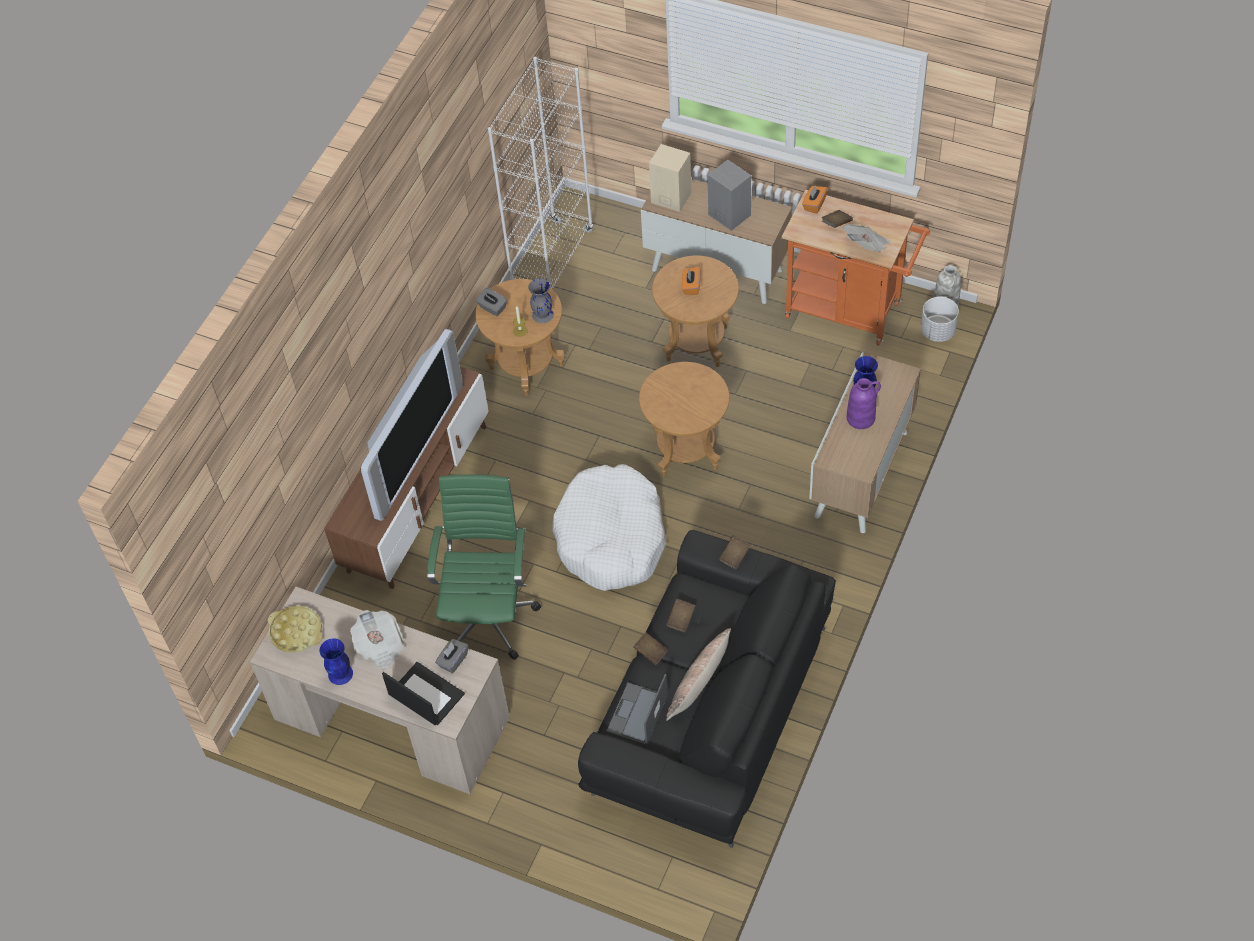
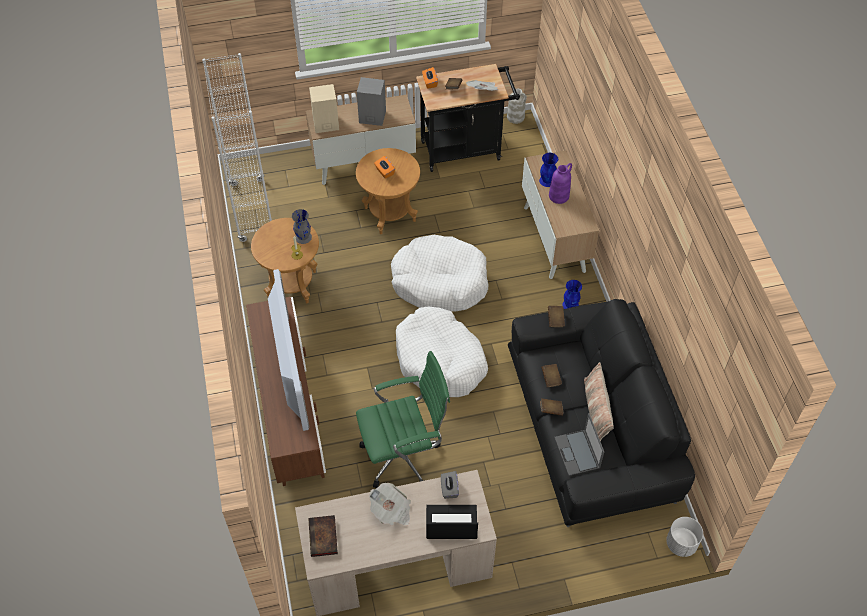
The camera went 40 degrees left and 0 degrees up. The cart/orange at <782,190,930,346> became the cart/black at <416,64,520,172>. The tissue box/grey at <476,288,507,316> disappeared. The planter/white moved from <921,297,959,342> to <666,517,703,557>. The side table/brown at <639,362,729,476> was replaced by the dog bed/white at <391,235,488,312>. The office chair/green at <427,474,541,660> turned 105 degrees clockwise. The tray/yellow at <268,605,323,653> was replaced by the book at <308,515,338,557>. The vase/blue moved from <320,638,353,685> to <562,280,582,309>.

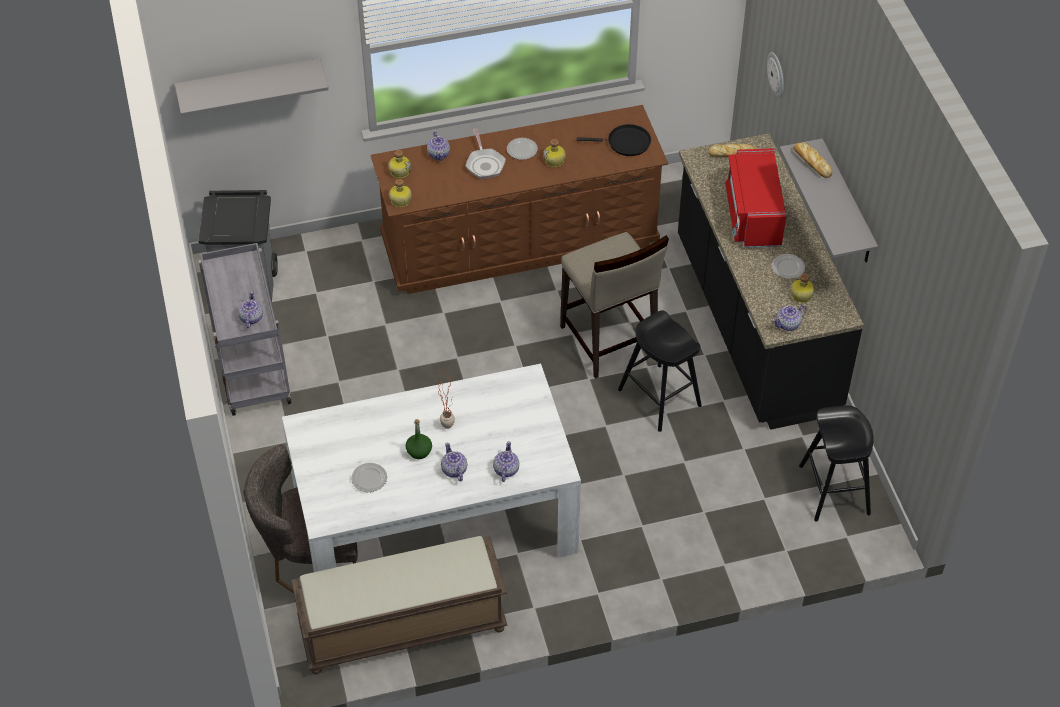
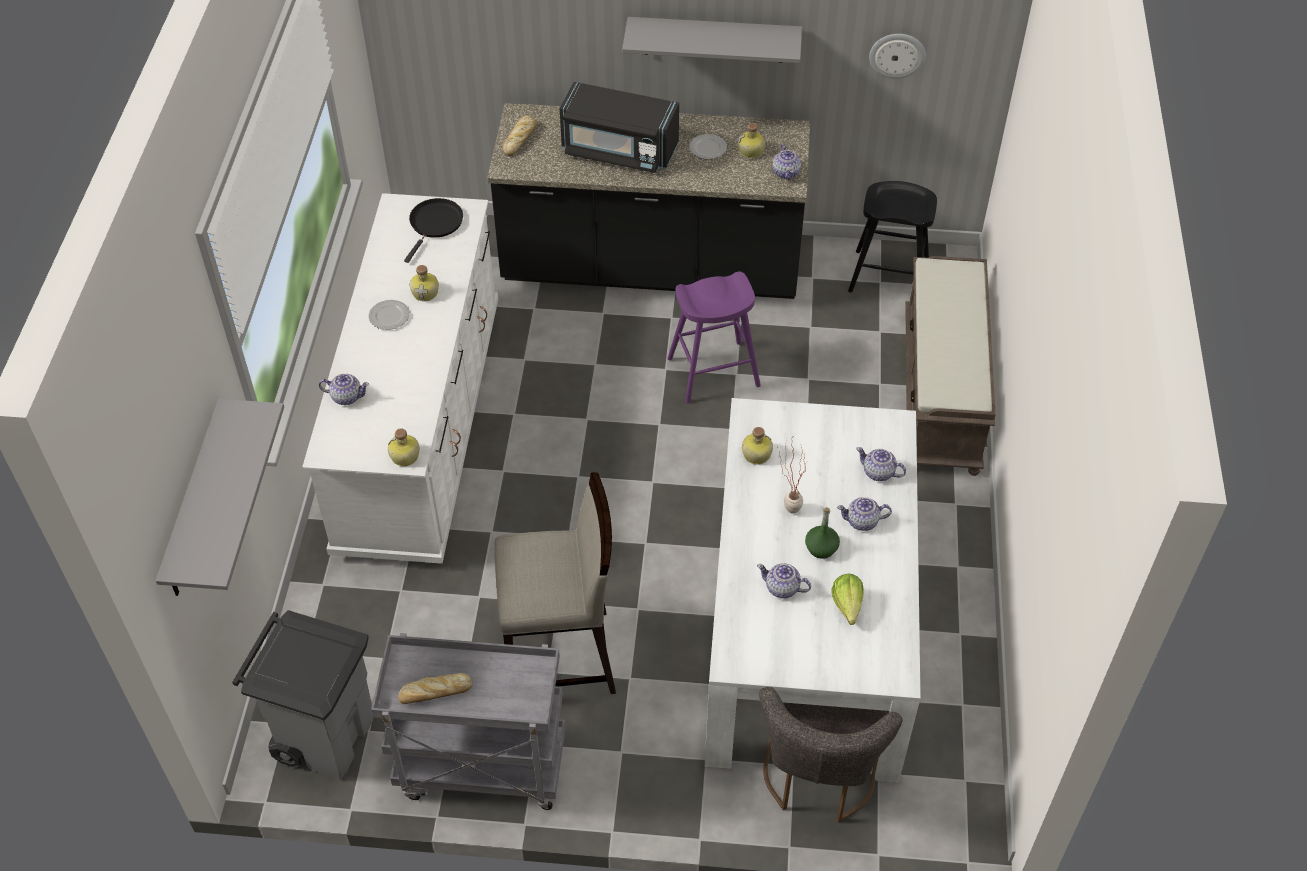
The camera went 70 degrees left and 0 degrees up. The wall clock moved from <767,52,784,98> to <869,34,926,79>. The dresser/brown at <371,105,668,294> became the dresser/white at <303,193,498,564>. The frying pan at <466,129,506,179> disappeared. The bread moved from <793,142,832,178> to <398,673,473,704>. The microwave/red at <725,148,786,248> became the microwave/black at <560,82,679,173>. The bottle moved from <388,150,411,178> to <742,427,773,465>. The stool/beige moved from <560,232,669,379> to <494,473,616,694>. The teapot moved from <238,291,263,328> to <757,563,811,598>. The stool/black at <618,310,702,432> became the stool/purple at <667,272,761,404>. The plate at <351,463,387,492> was replaced by the lettuce at <831,573,864,625>. The bench/brown moved from <291,536,507,674> to <905,256,996,476>.

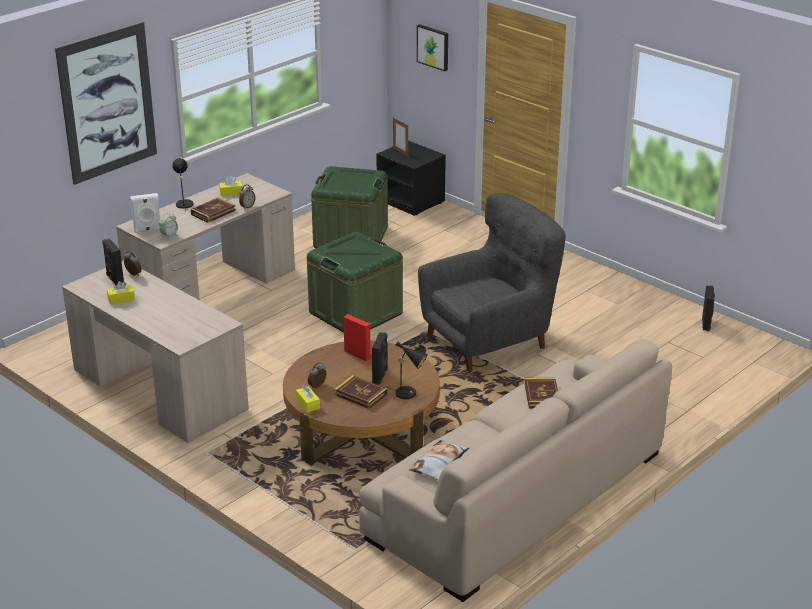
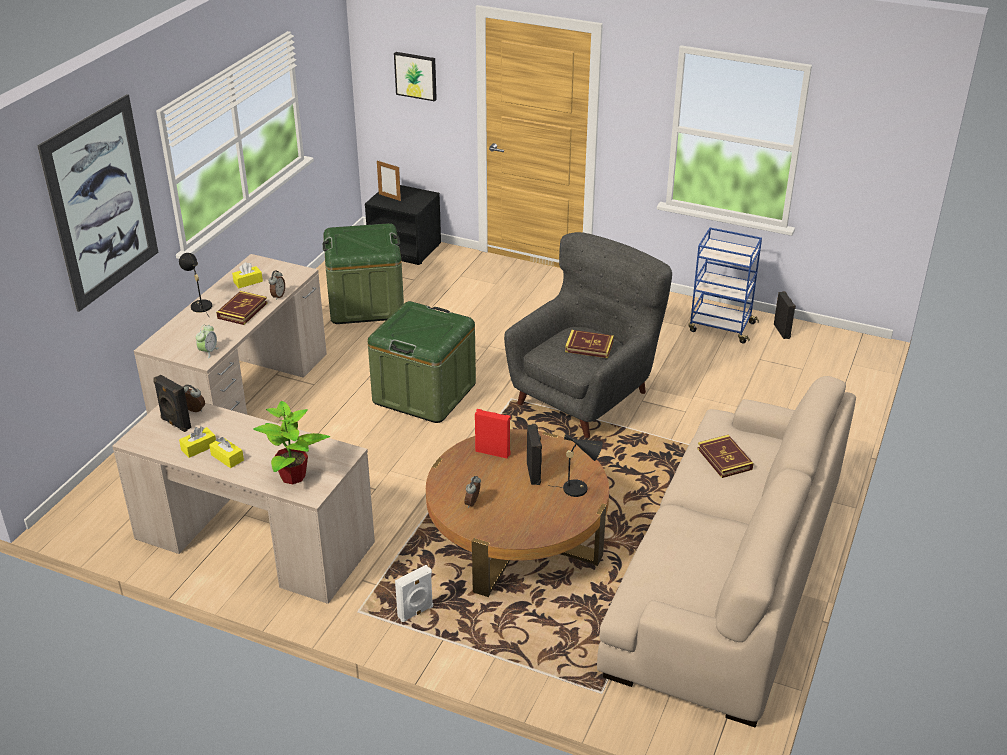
The camera went 20 degrees left and 5 degrees up. The speaker/white moved from <130,193,160,233> to <395,565,433,622>. The book moved from <334,375,387,409> to <565,330,614,358>. The tissue box/yellow moved from <296,385,320,413> to <209,437,244,468>. The pillow at <409,440,469,480> disappeared. The cart/blue at <688,228,762,343> appeared. The potted plant at <253,401,330,484> appeared.

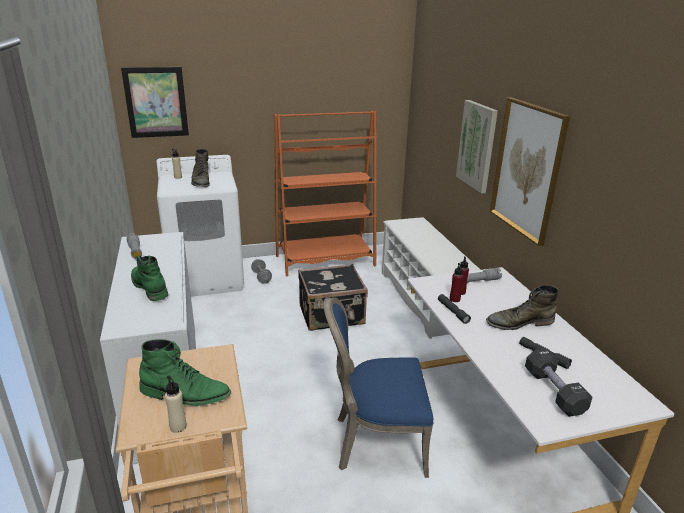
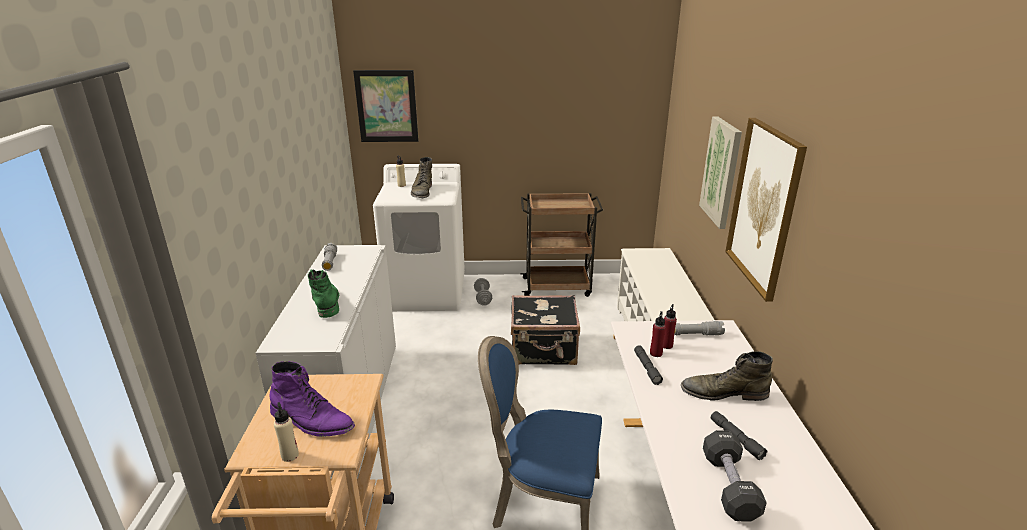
The camera went 15 degrees right and 0 degrees up. The bookcase/orange at <274,111,377,276> was replaced by the cart/brown at <520,193,603,297>. The boot/green at <139,339,231,406> became the boot/purple at <269,361,355,437>.

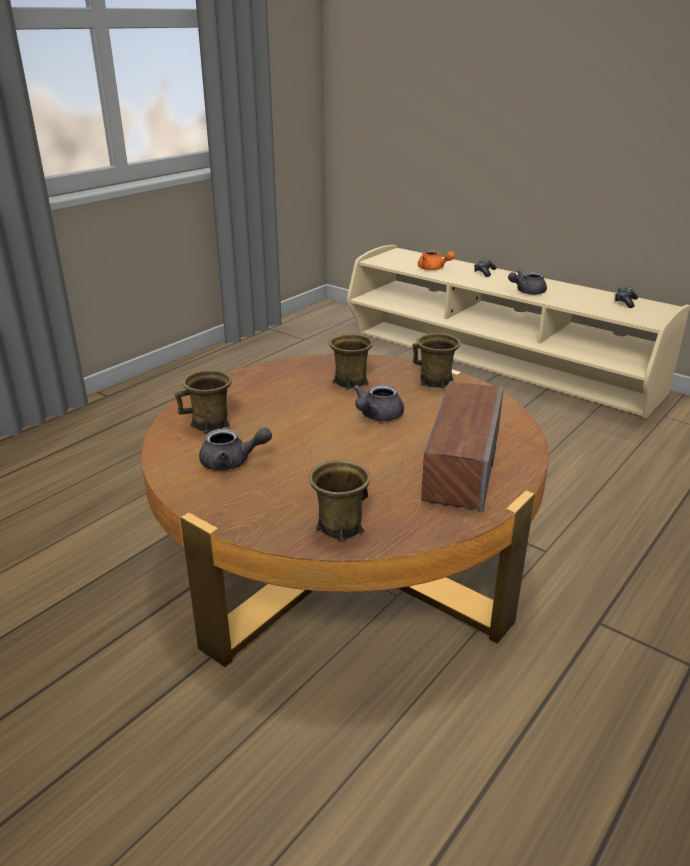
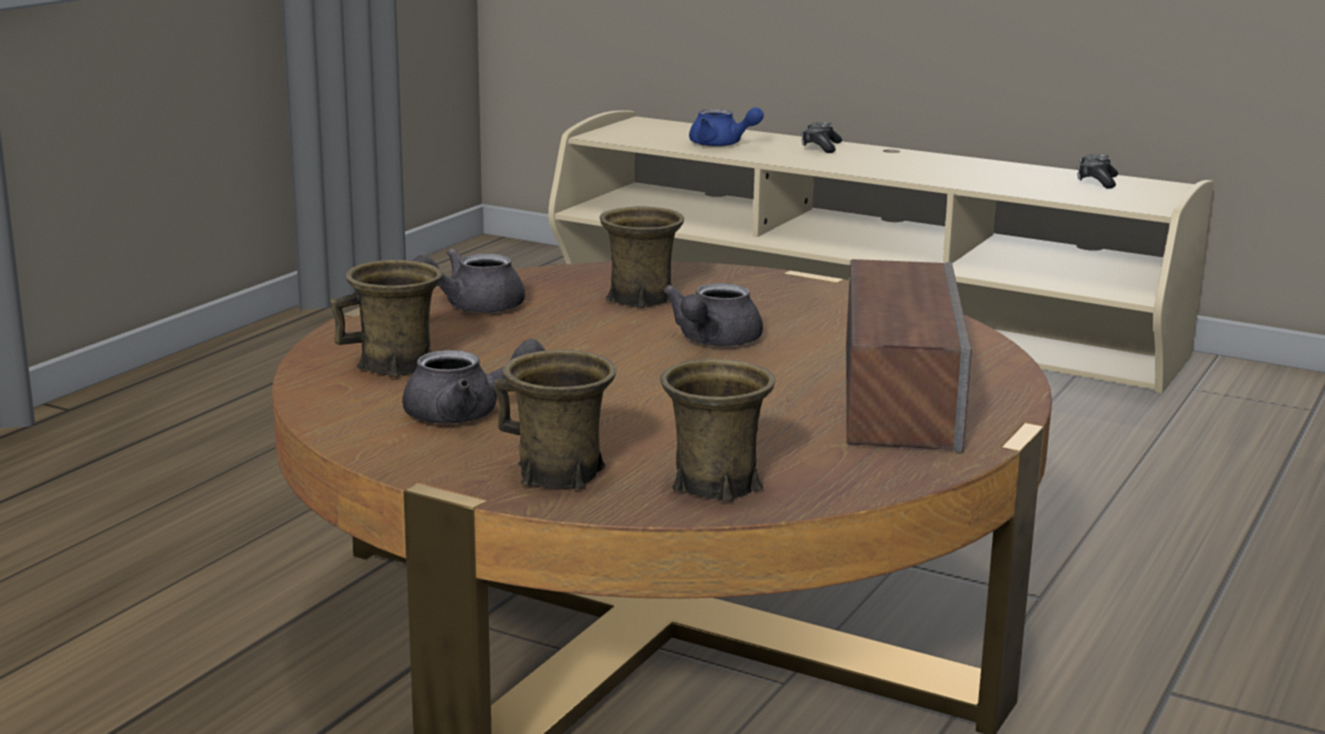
The camera went 10 degrees left and 10 degrees down. The teapot/orange at <418,250,455,270> became the teapot/blue at <689,107,764,147>. The teapot/grey moved from <508,270,547,295> to <413,249,525,313>. The mug/brown moved from <412,333,461,388> to <494,350,617,489>.

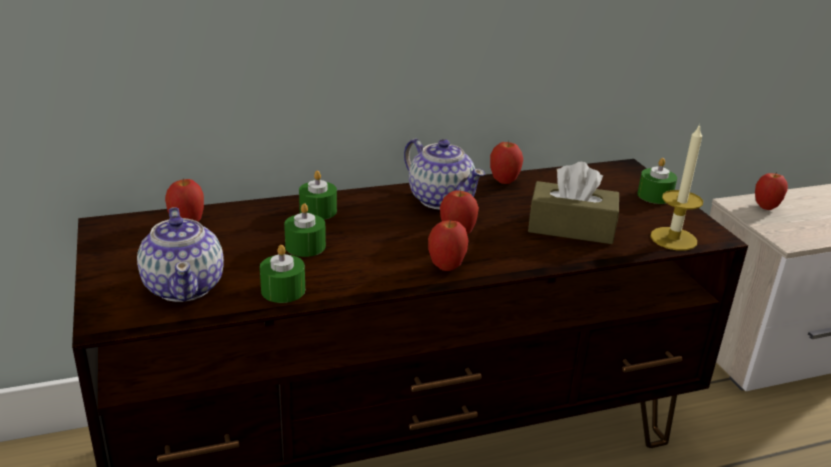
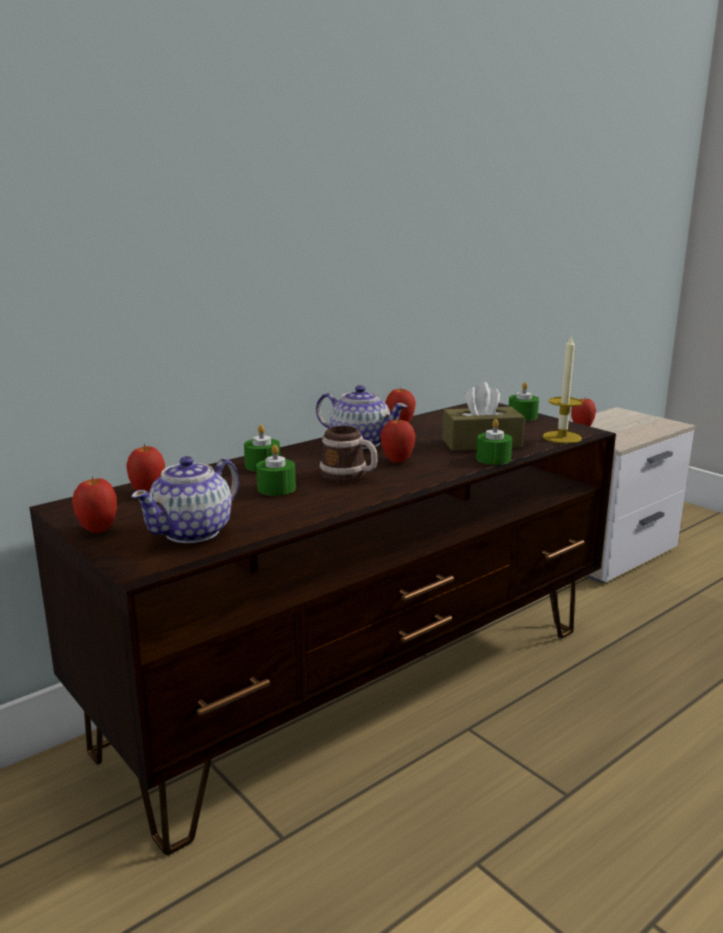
The camera went 20 degrees left and 10 degrees down. The teapot at <137,207,224,302> turned 75 degrees clockwise. The apple moved from <428,220,469,271> to <72,476,117,533>. The candle/green moved from <260,245,305,303> to <476,419,512,465>. The mug at <319,426,377,482> appeared.

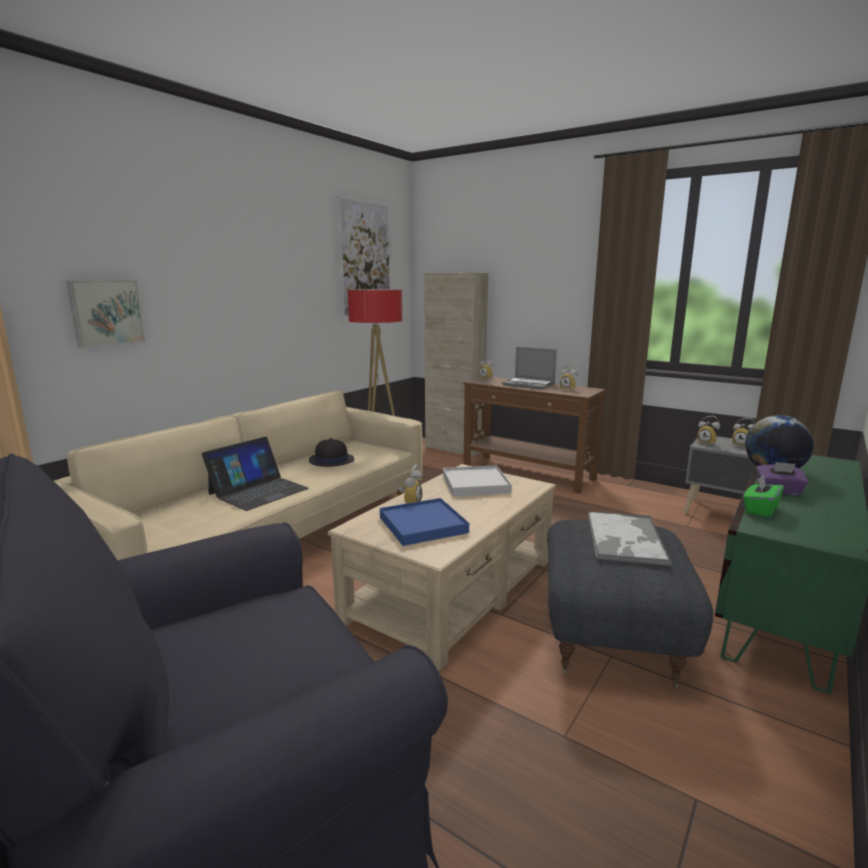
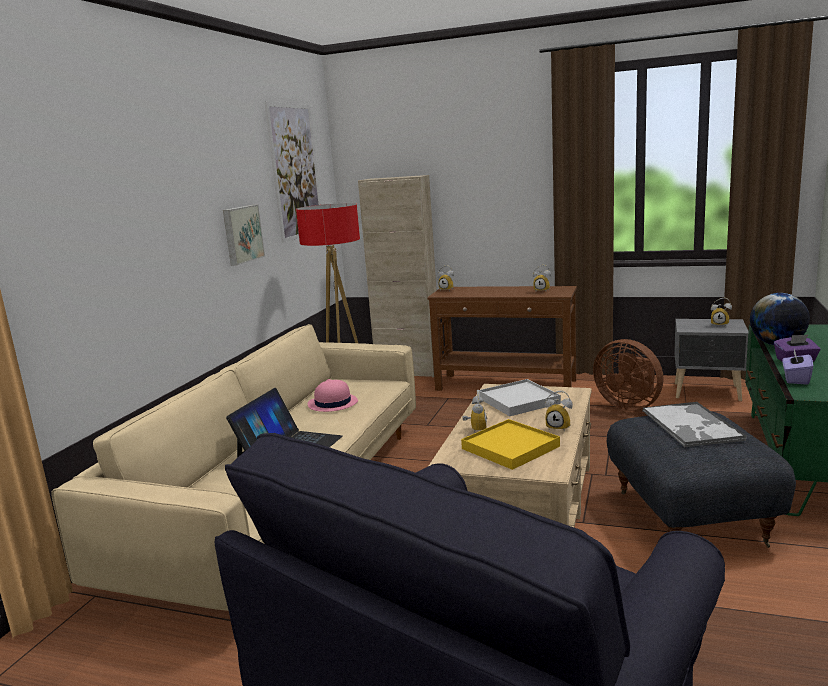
The camera went 15 degrees left and 0 degrees up. The picture moved from <66,281,145,348> to <223,205,265,266>. The laptop at <502,347,557,390> disappeared. The alarm clock moved from <697,416,720,446> to <545,391,573,432>. The hat/black at <309,438,354,467> became the hat/pink at <308,379,358,412>. The tissue box/green at <743,475,784,518> became the tissue box/purple at <782,349,813,385>. The tray/blue at <380,498,469,546> became the tray/yellow at <461,419,560,470>. The fan/brown at <593,339,664,411> appeared.

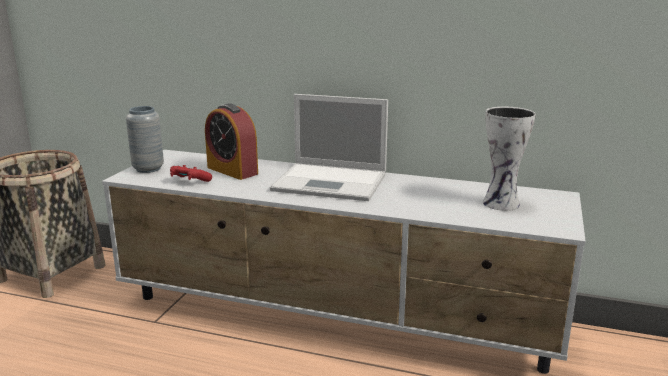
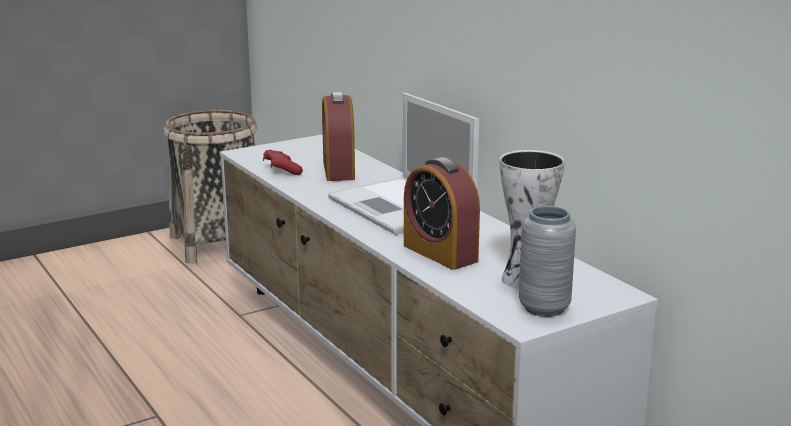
The camera went 40 degrees right and 0 degrees up. The vase/grey moved from <126,106,164,173> to <519,206,576,317>. The alarm clock at <404,157,480,270> appeared.

